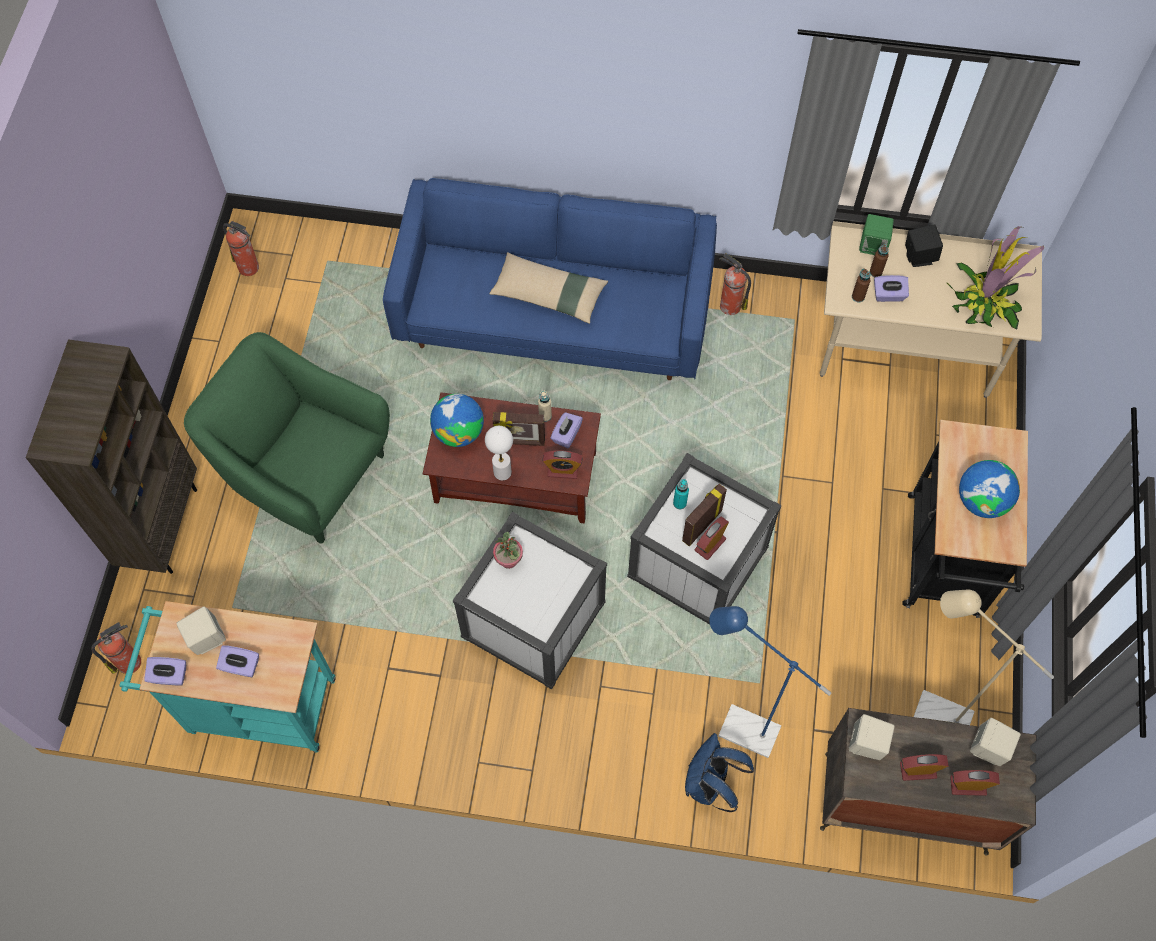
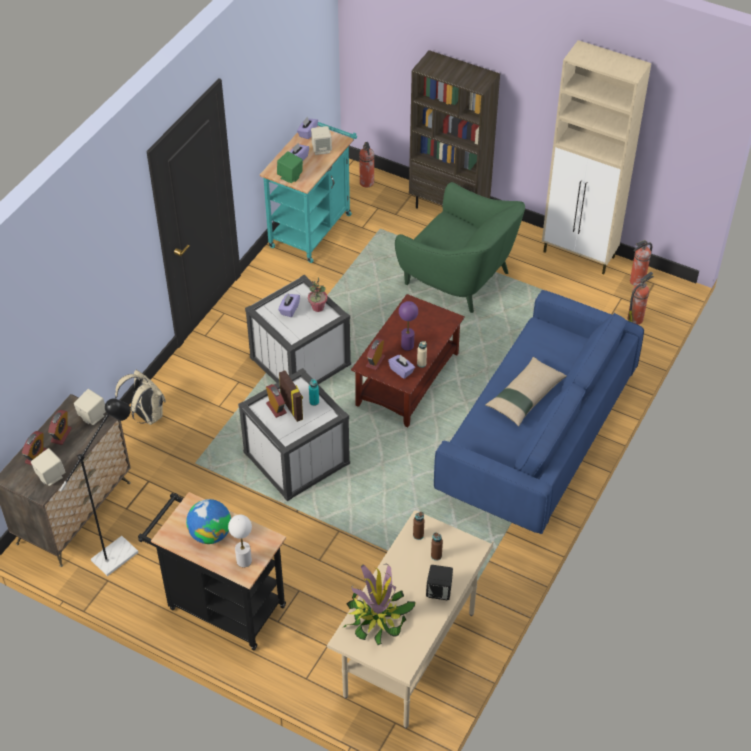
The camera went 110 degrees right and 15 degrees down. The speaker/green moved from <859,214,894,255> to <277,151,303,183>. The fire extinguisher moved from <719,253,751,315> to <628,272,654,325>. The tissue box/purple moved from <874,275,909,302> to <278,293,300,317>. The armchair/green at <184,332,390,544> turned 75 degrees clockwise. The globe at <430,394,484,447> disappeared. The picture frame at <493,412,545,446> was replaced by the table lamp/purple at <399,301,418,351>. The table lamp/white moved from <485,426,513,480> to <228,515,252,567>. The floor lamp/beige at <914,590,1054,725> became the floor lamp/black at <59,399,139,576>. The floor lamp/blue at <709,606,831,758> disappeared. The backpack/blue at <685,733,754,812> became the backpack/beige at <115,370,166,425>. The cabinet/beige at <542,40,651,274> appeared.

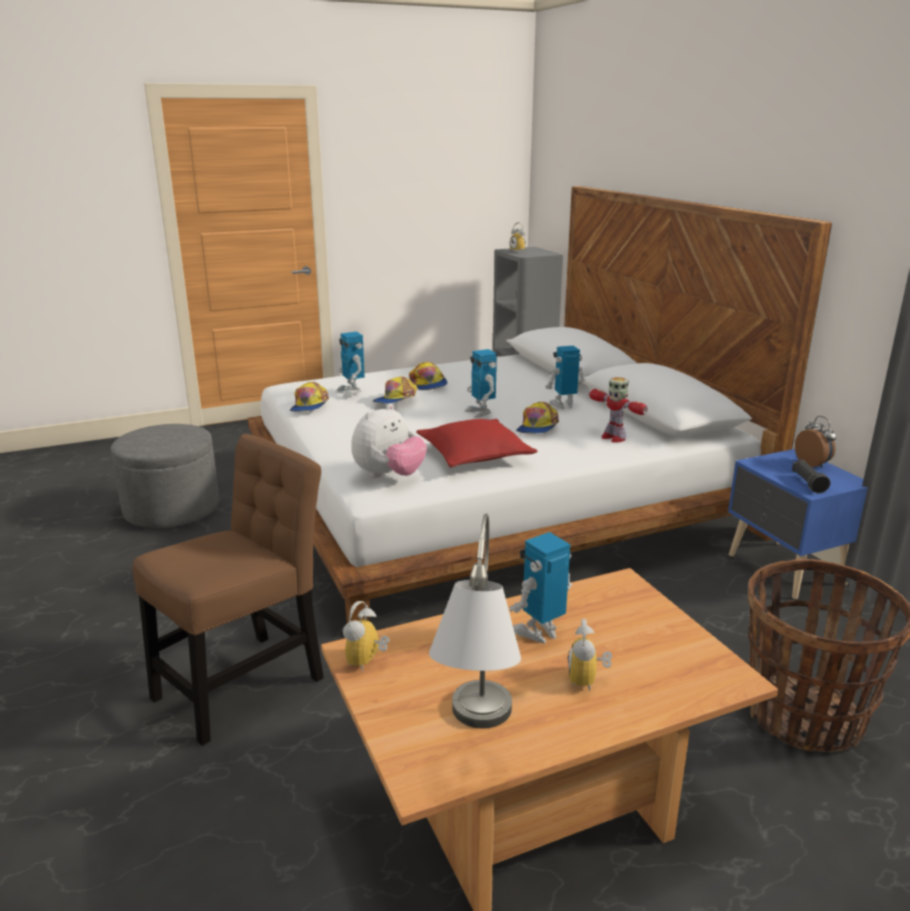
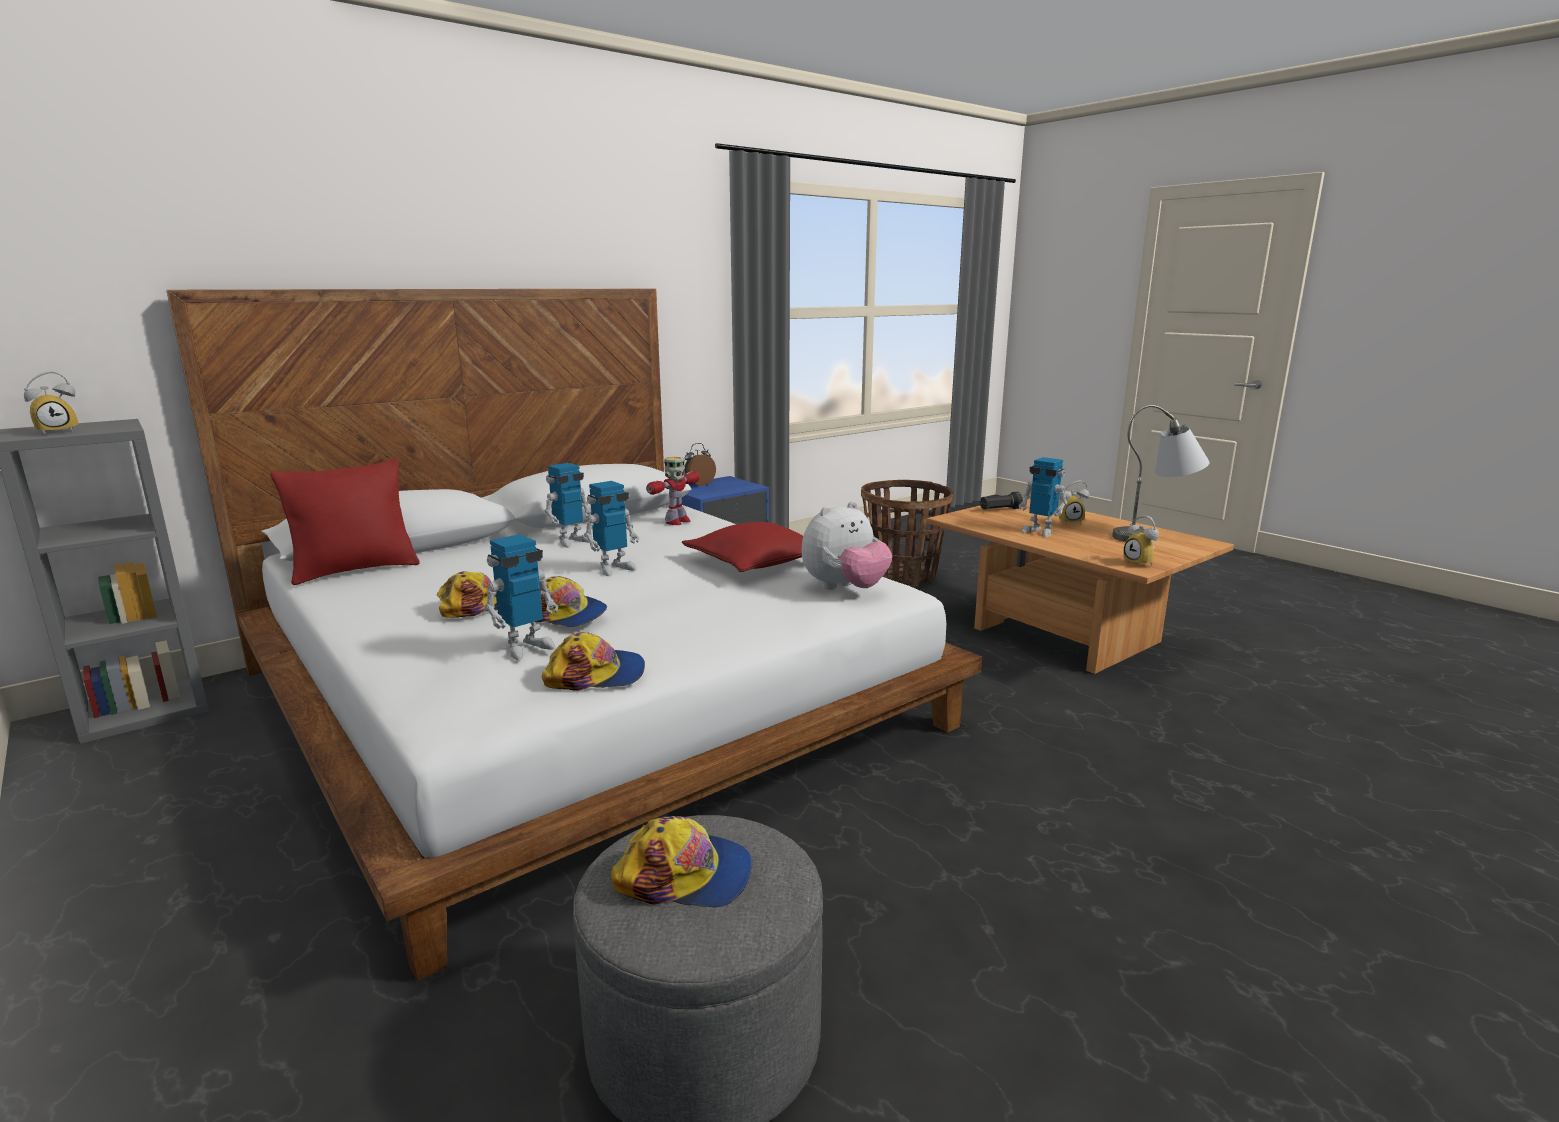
The camera went 105 degrees left and 5 degrees down. The toy robot at <546,346,585,409> turned 105 degrees counterclockwise. The cap moved from <516,402,559,434> to <611,816,752,907>. The plush toy at <351,404,427,478> turned 120 degrees clockwise. The chair/brown at <133,434,324,746> disappeared. The flashlight/black moved from <792,460,831,494> to <980,492,1023,510>. The alarm clock at <343,601,390,672> turned 60 degrees clockwise. The pillow/red at <270,458,420,585> appeared.

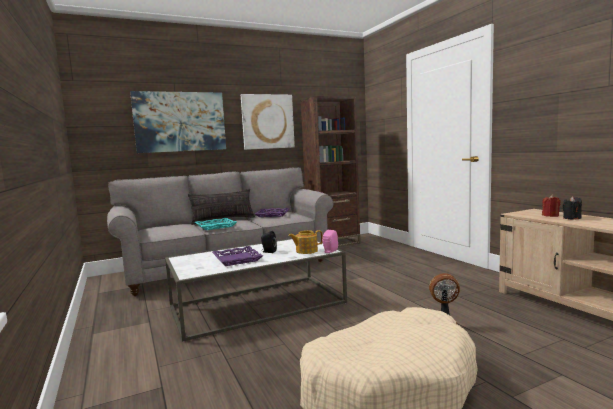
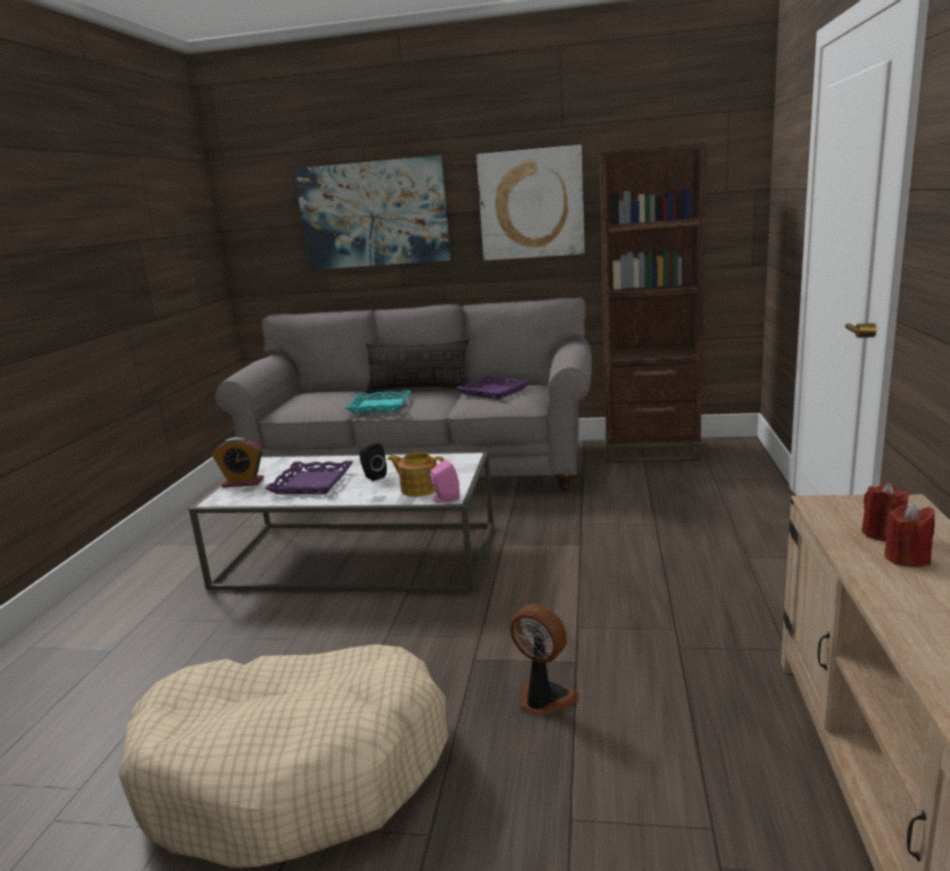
The camera went 35 degrees right and 10 degrees up. The candle/black at <562,196,582,220> became the candle/red at <884,503,935,567>. The alarm clock at <212,437,264,487> appeared.

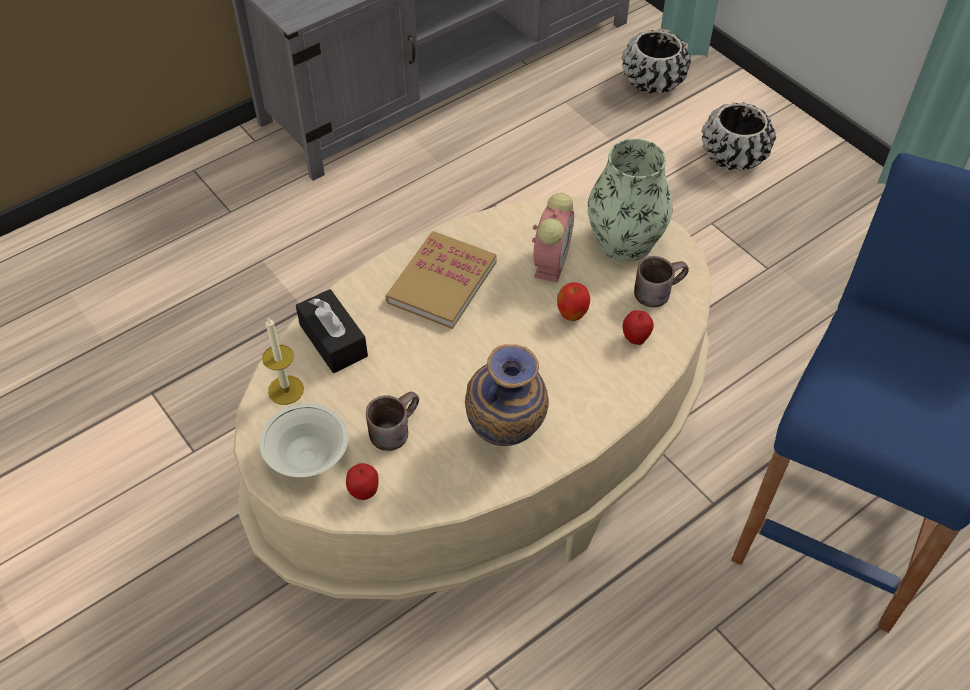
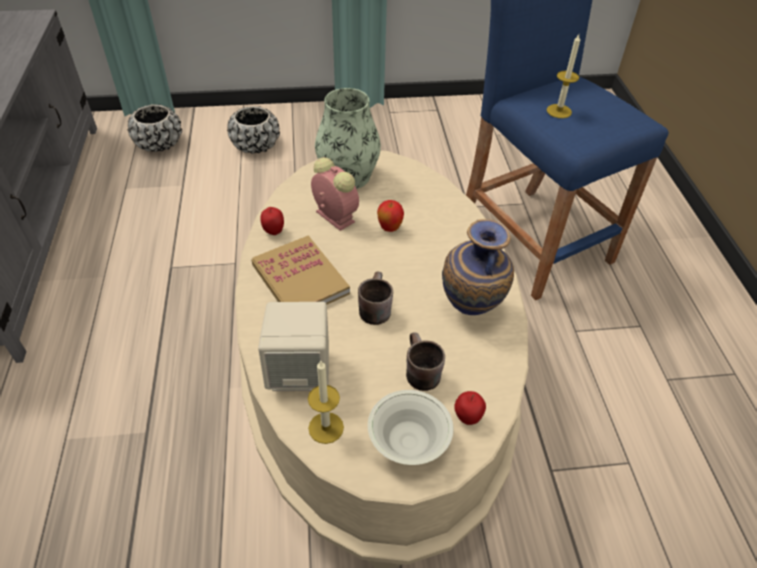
The camera went 60 degrees left and 5 degrees down. The mug/brown moved from <634,256,689,307> to <358,271,393,325>. The tissue box/black at <296,289,368,373> was replaced by the speaker/beige at <258,302,329,391>. The apple moved from <623,310,654,345> to <260,207,284,235>. The candle at <546,34,580,118> appeared.

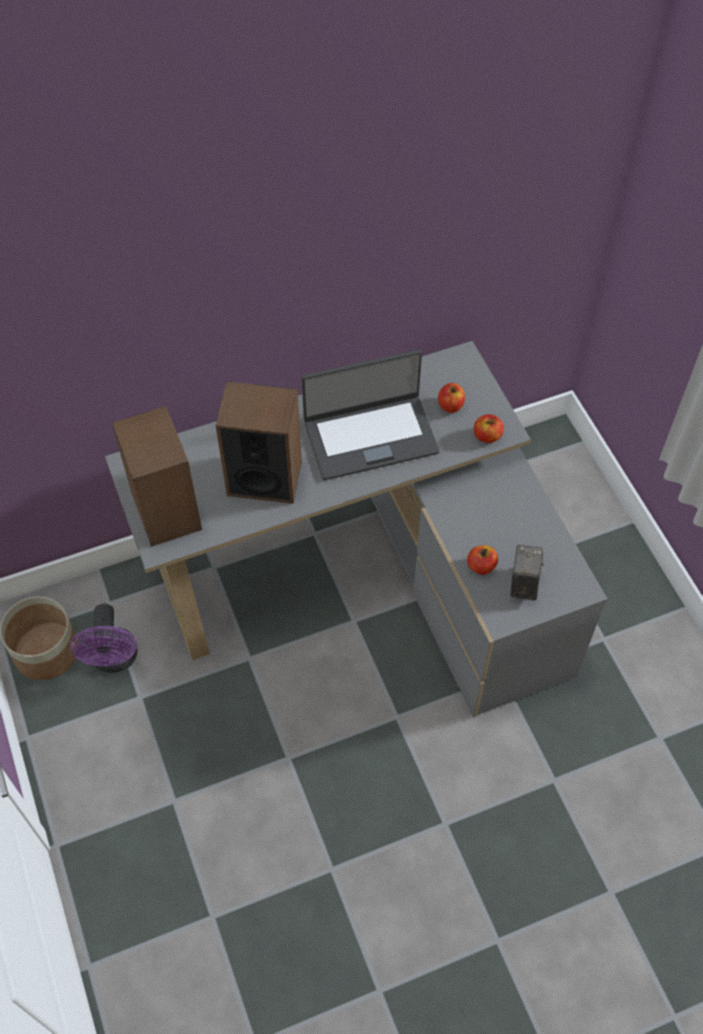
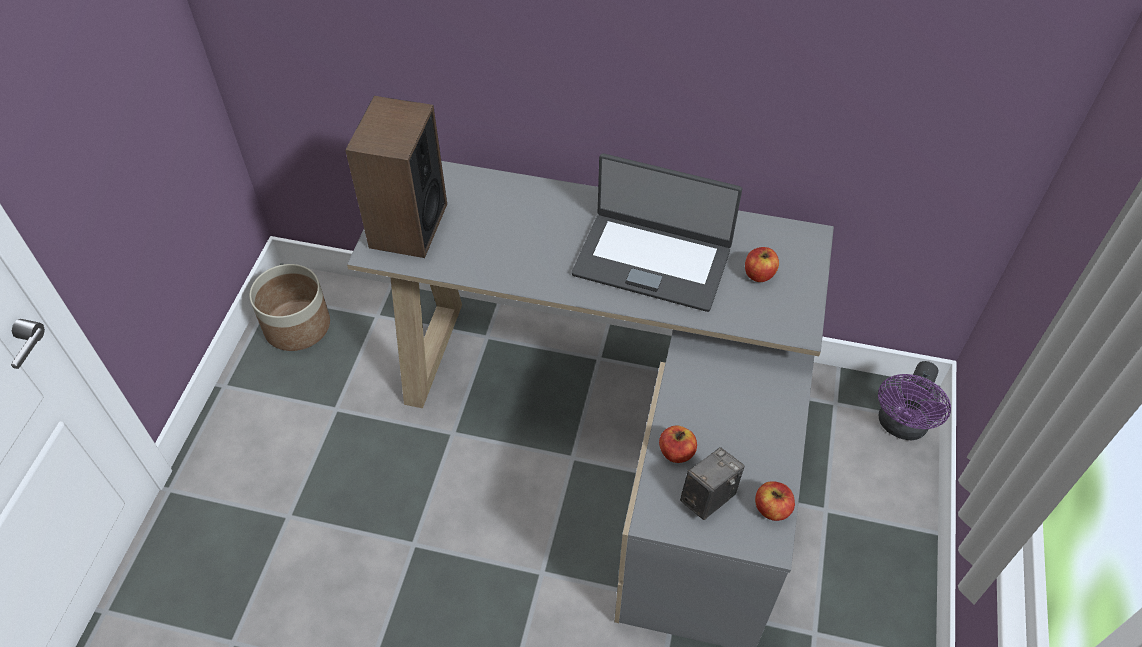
The camera went 35 degrees right and 5 degrees down. The speaker at <216,381,302,504> disappeared. The apple moved from <474,414,504,443> to <755,481,795,521>. The fan/purple moved from <70,604,137,673> to <878,361,951,440>.

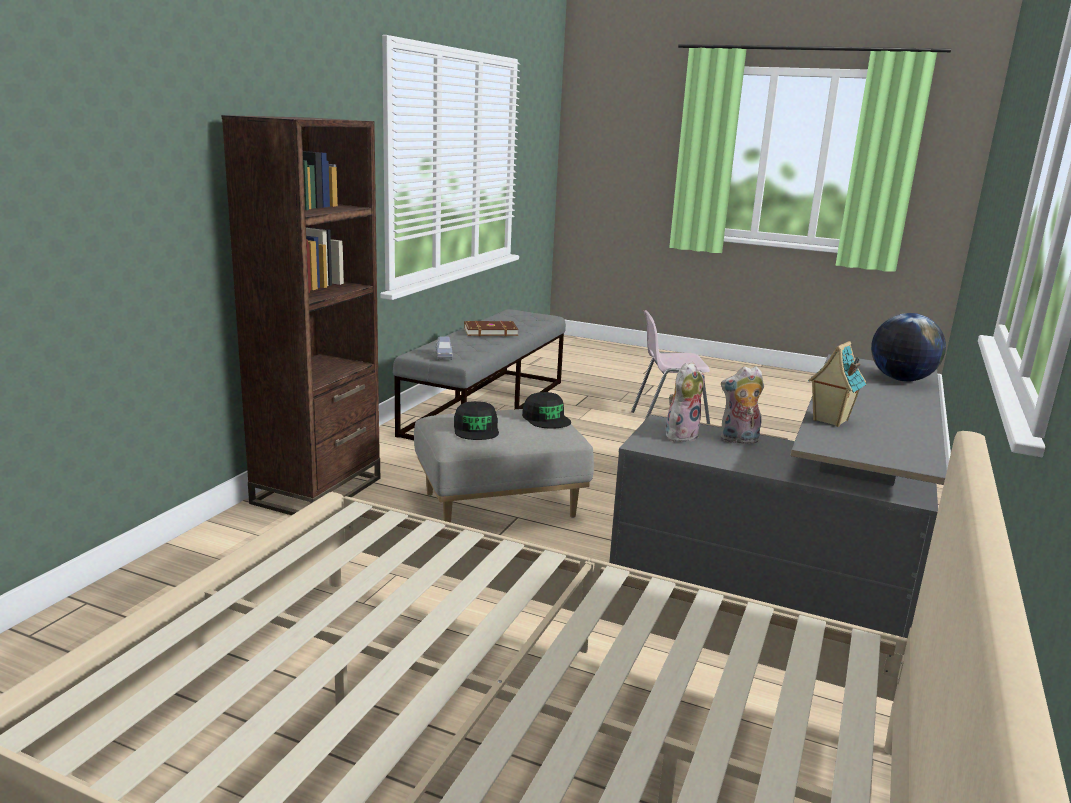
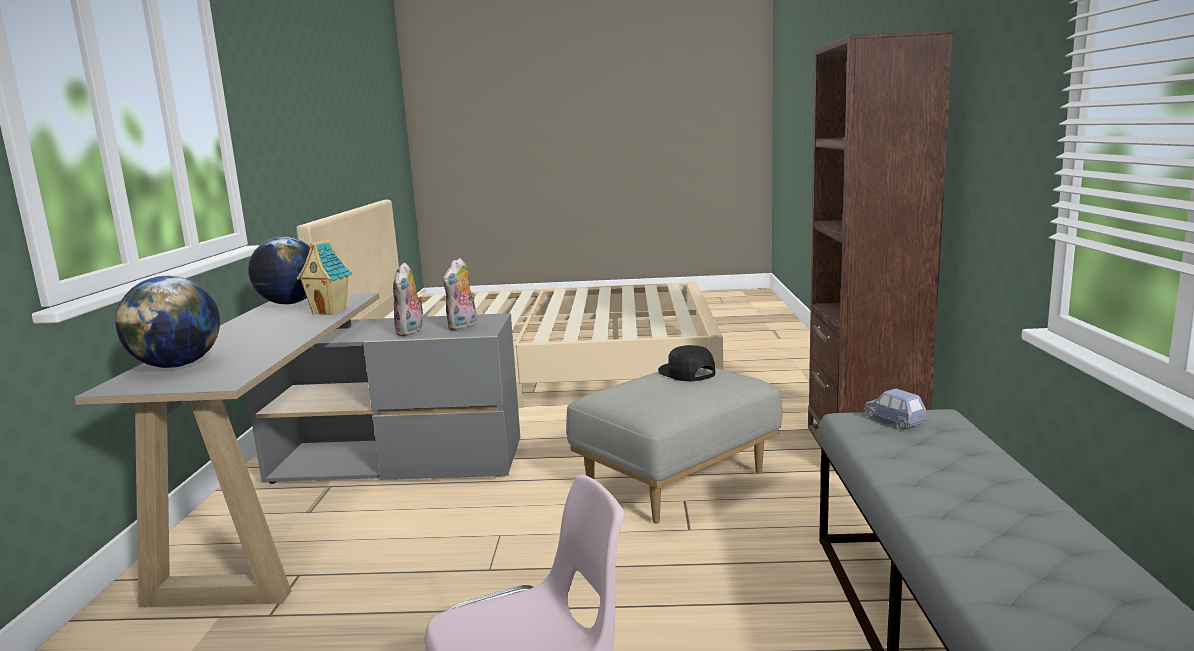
The camera went 160 degrees right and 5 degrees down. The book/brown at <464,321,519,336> disappeared. The plush toy at <721,366,764,444> turned 120 degrees clockwise. The cap/black at <522,392,571,428> disappeared. The globe at <248,237,310,305> appeared.

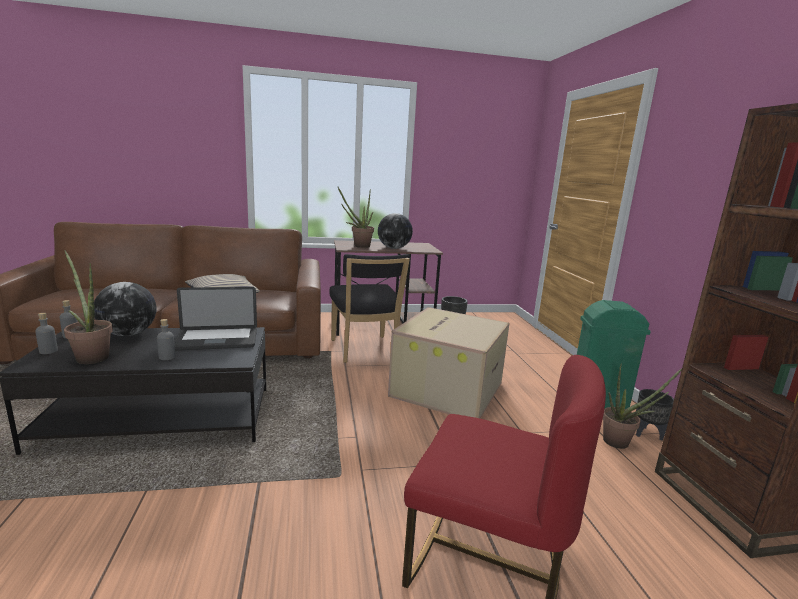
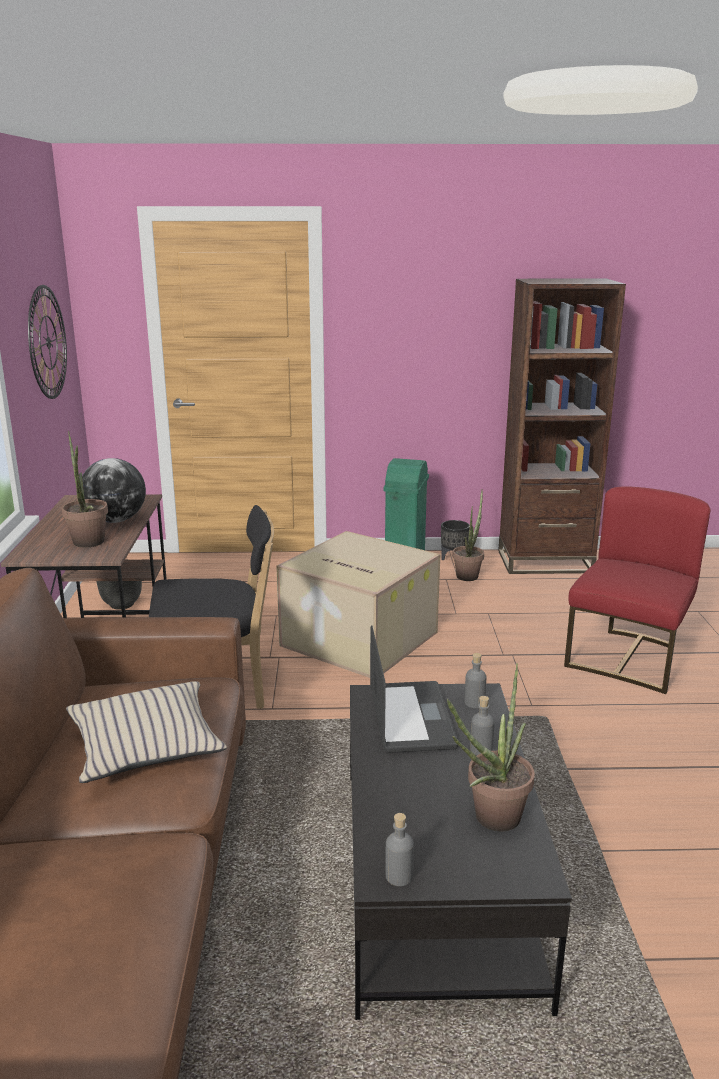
The camera went 80 degrees left and 5 degrees up. The globe at <94,282,157,336> disappeared. The bottle/grey moved from <35,313,58,354> to <465,653,486,708>. The wall clock at <28,285,67,399> appeared.

